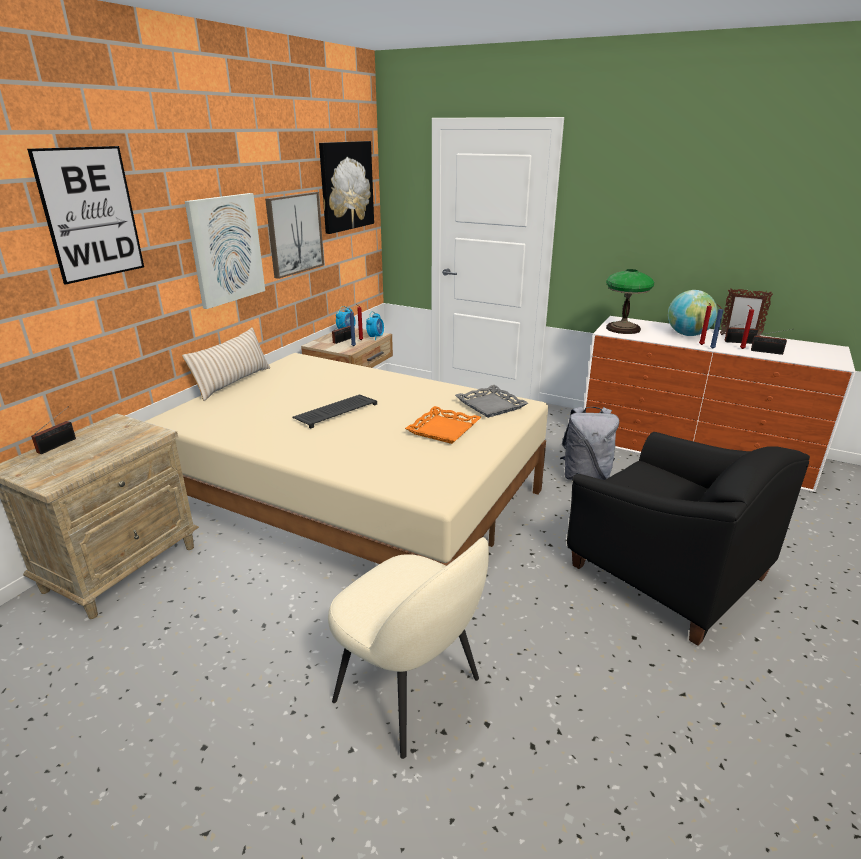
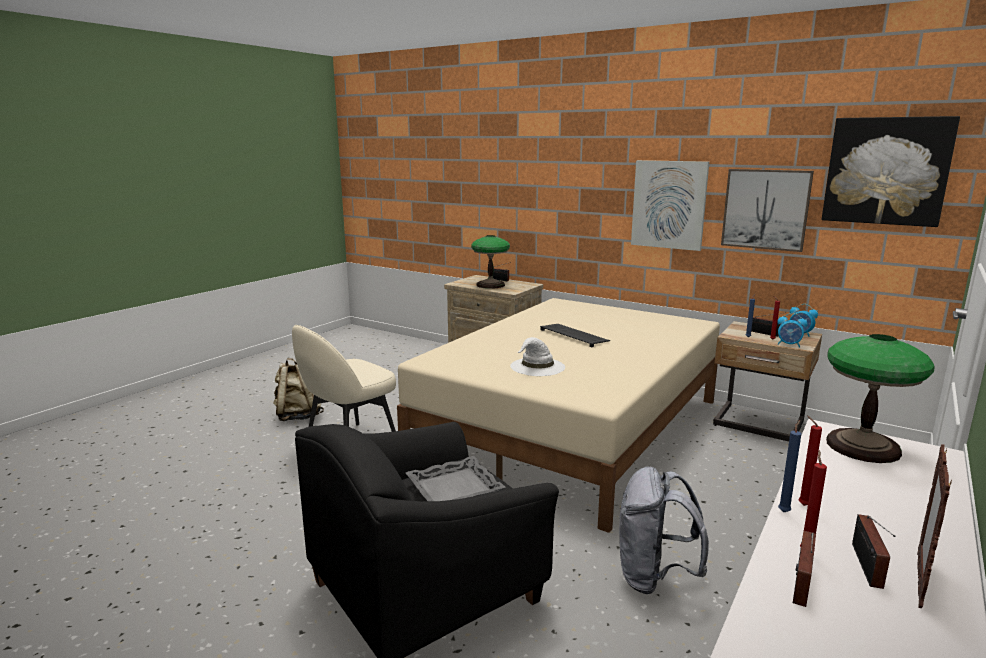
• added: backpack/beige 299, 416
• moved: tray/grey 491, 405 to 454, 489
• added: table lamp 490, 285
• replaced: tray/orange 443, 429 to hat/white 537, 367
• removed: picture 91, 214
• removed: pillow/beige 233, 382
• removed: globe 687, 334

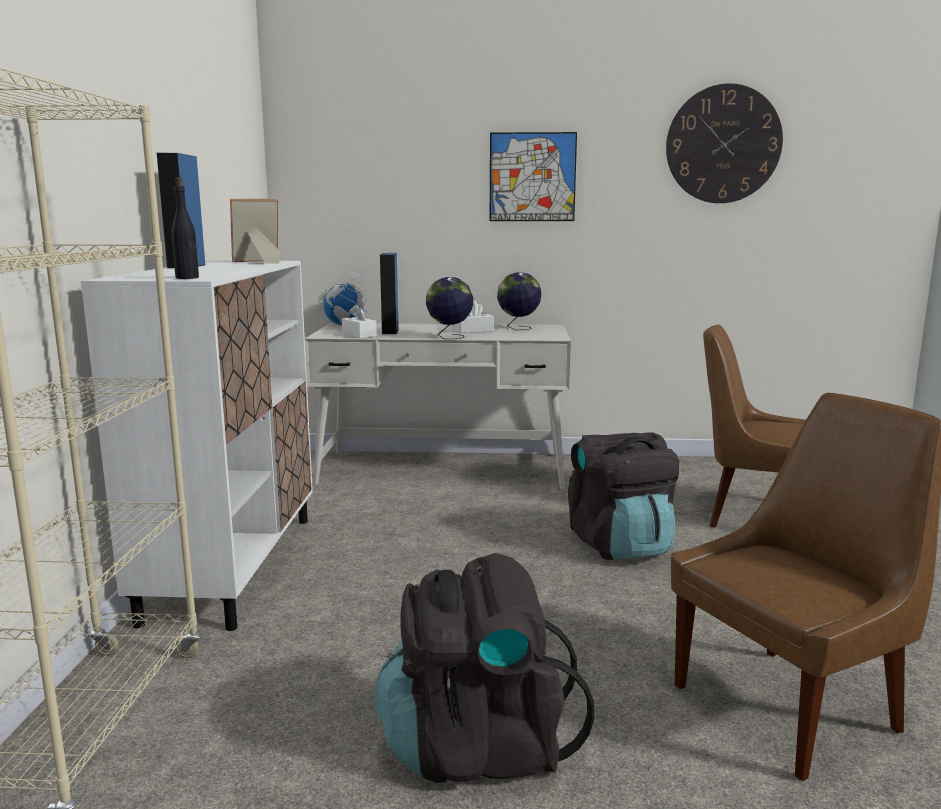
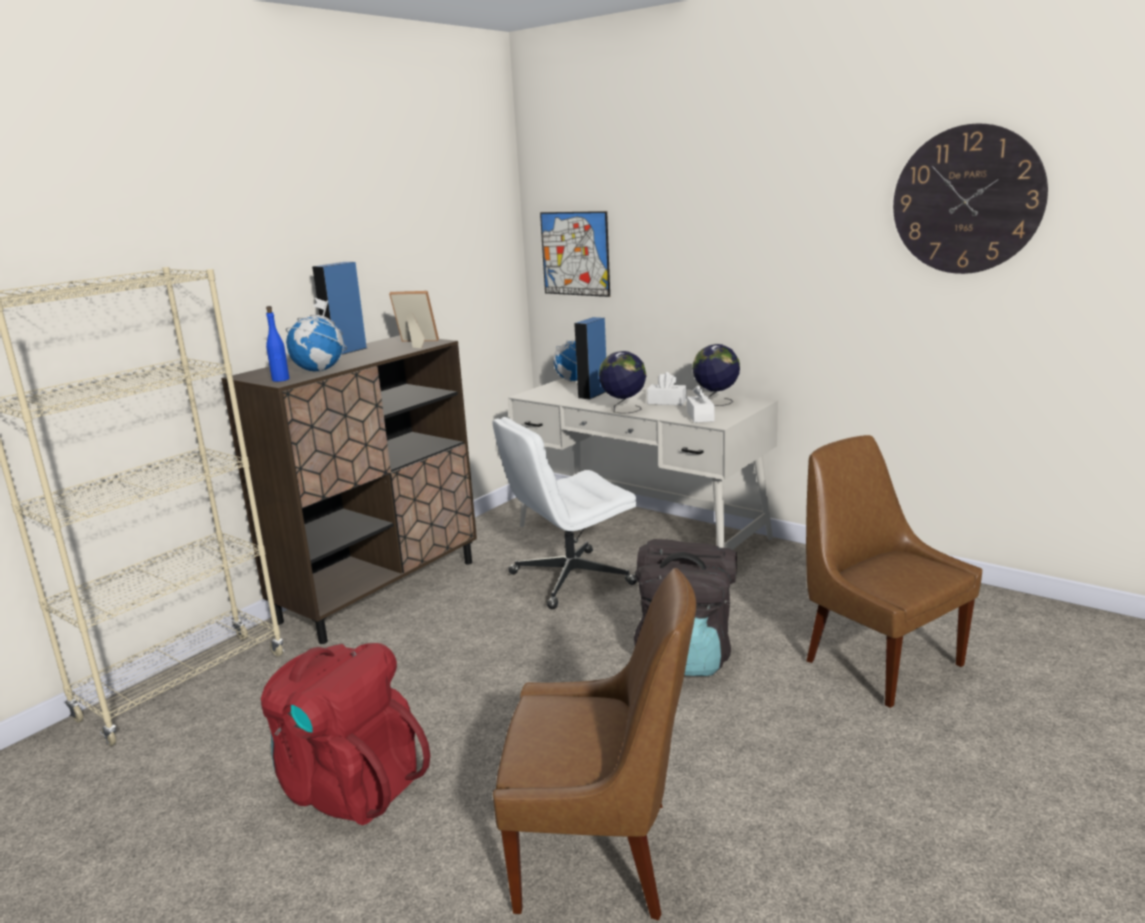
• recoloured: cabinet/white 233, 566 to cabinet/brown 380, 590
• recoloured: backpack/black 477, 746 to backpack/red 348, 786
• recoloured: bottle/black 187, 278 to bottle/blue 280, 379
• added: globe 320, 370
• added: office chair/white 570, 579
• moved: picture 532, 177 to 575, 253
• moved: tissue box/white 359, 335 to 700, 416

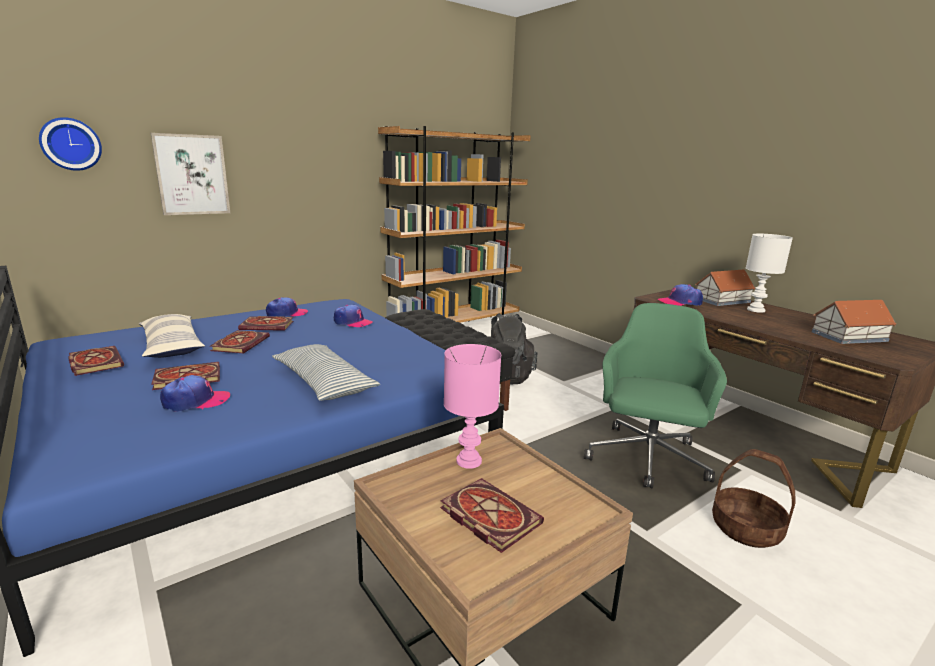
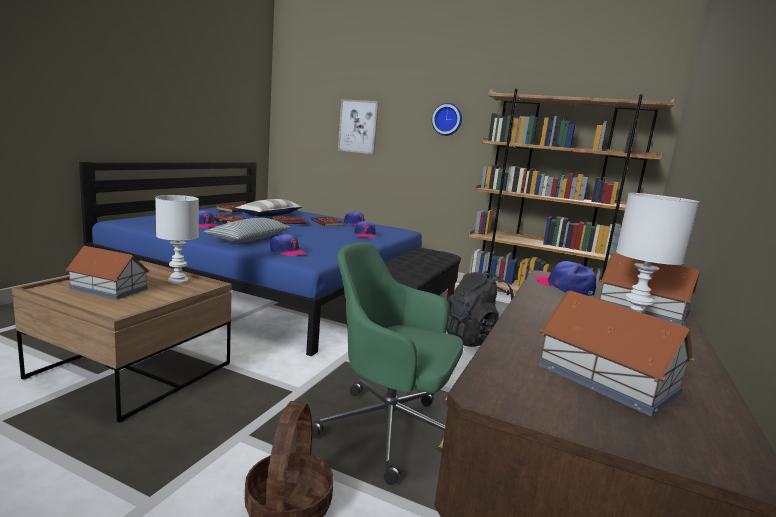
• replaced: book 487, 516 to toy house 109, 288
• recoloured: table lamp/pink 469, 462 to table lamp/white 177, 281
• added: cap 287, 251
• turned: office chair/green 646, 459 = 389, 430 150 degrees counterclockwise
• moved: wall clock 71, 144 to 447, 119

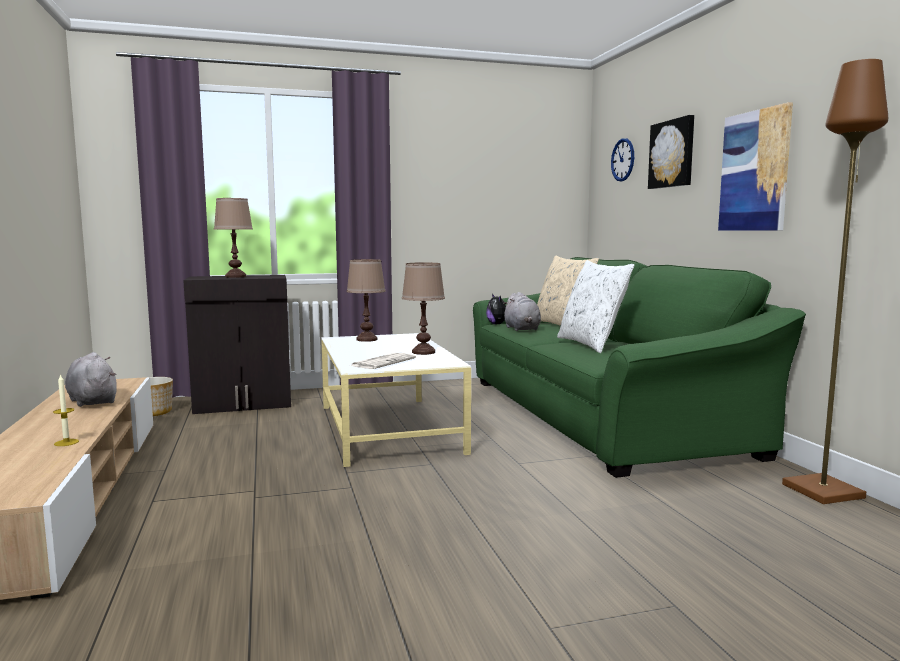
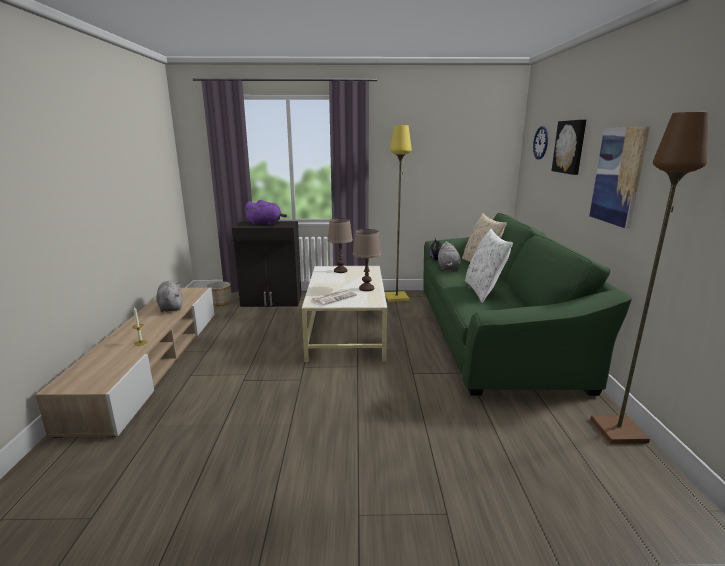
• replaced: table lamp/brown 236, 276 to plush toy/purple 265, 223
• added: floor lamp/yellow 396, 297

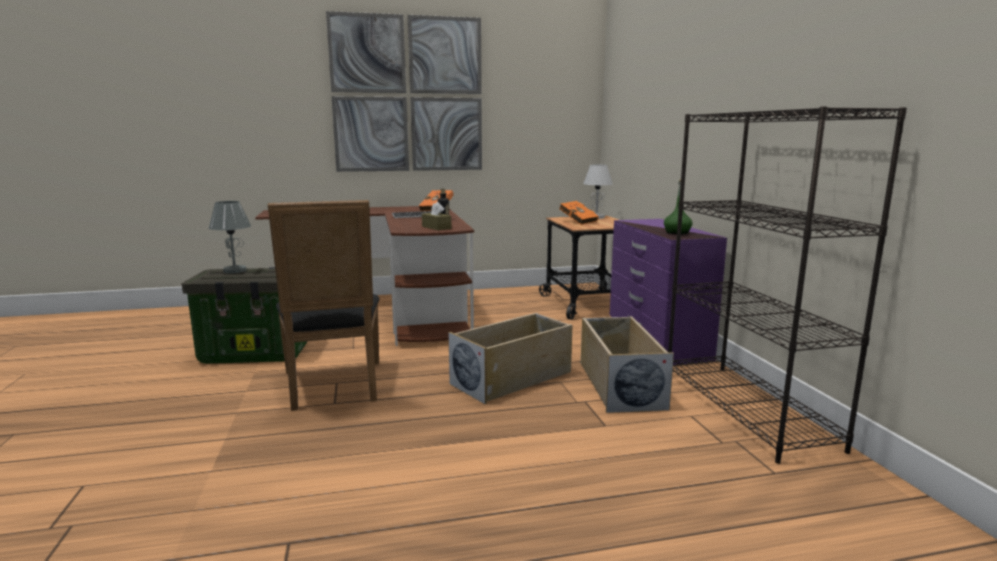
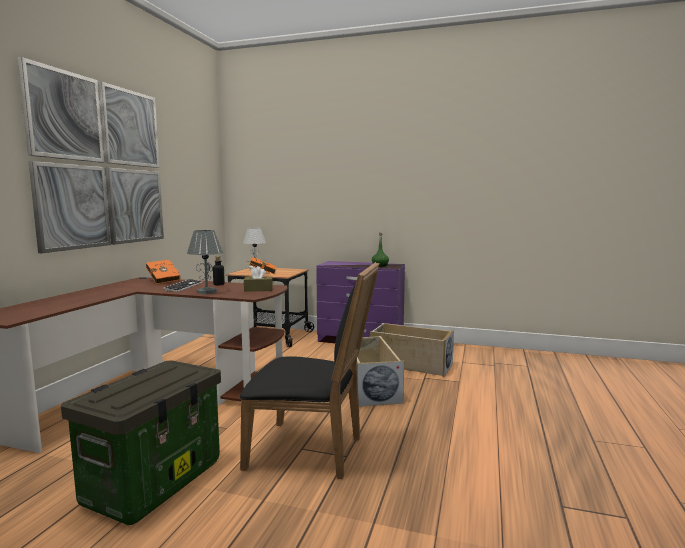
• moved: table lamp/grey 235, 271 to 207, 292
• removed: bookcase/black 747, 409

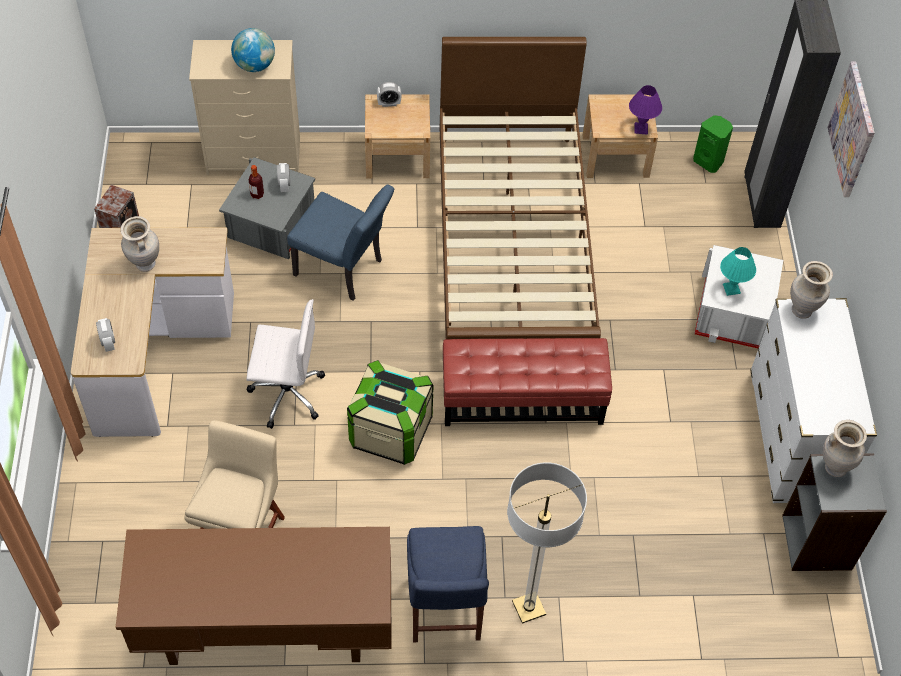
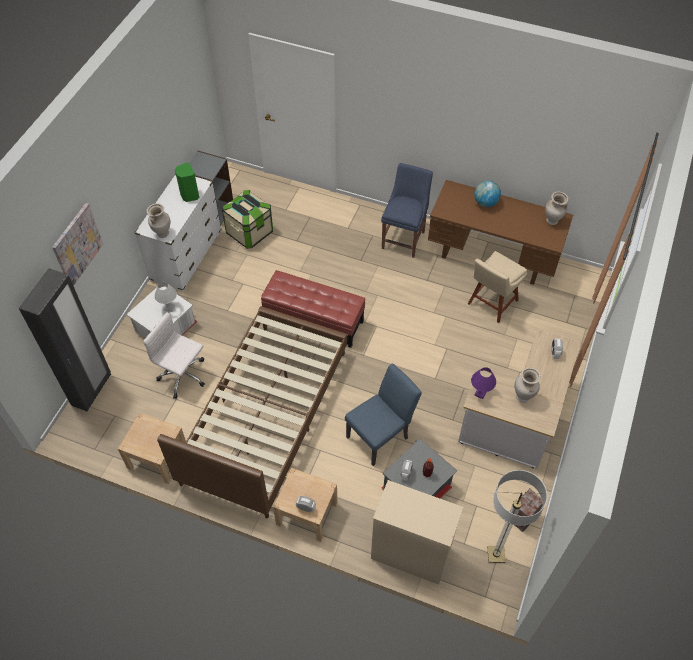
• moved: office chair/white 286, 393 to 183, 376
• recoloured: table lamp/turquoise 732, 289 to table lamp/white 169, 307
• moved: speaker/green 709, 161 to 189, 195
• moved: storage box 390, 431 to 250, 232
• turned: chair/blue 344, 270 = 381, 435 90 degrees clockwise
• moved: table lamp/purple 640, 129 to 480, 393
• moved: globe 255, 65 to 485, 202
• moved: floor lamp 528, 608 to 496, 554
• moved: vase/beige 835, 467 to 552, 221

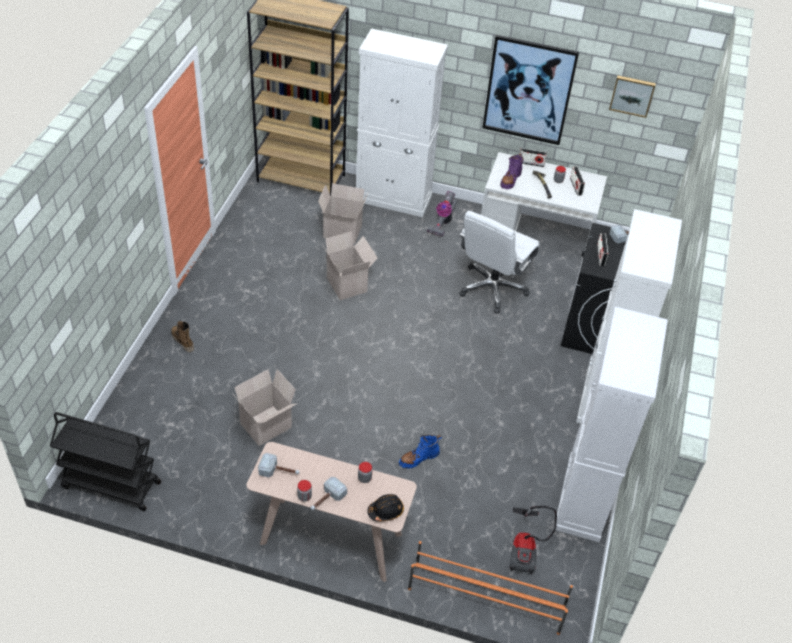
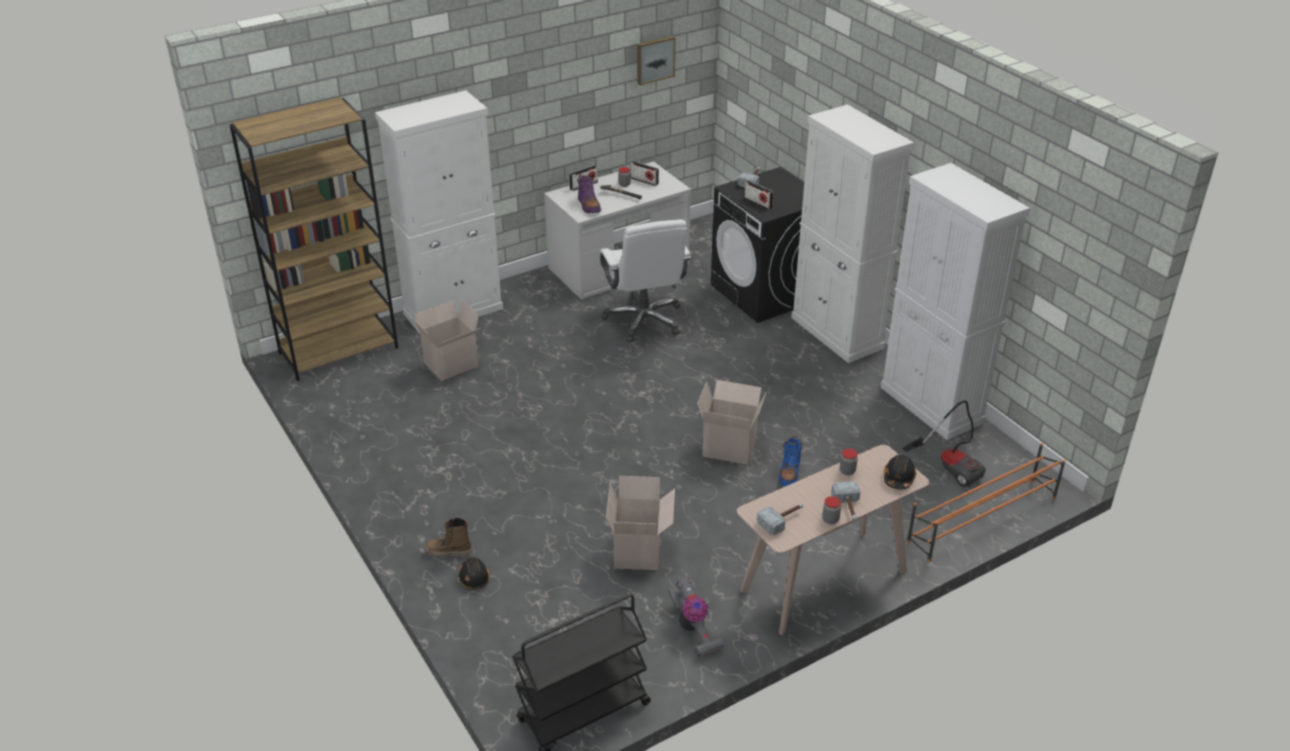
• added: hard hat/black 474, 578
• moved: vacuum cleaner 442, 222 to 693, 629
• moved: cardboard box 348, 285 to 730, 447
• removed: picture 528, 90

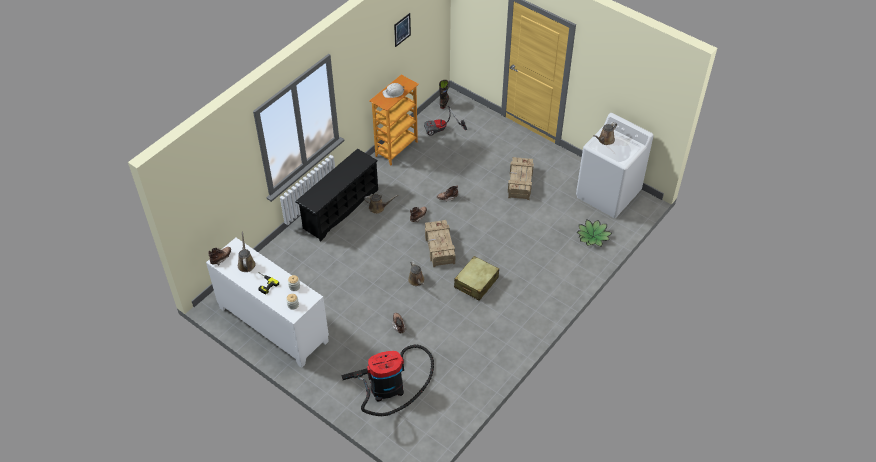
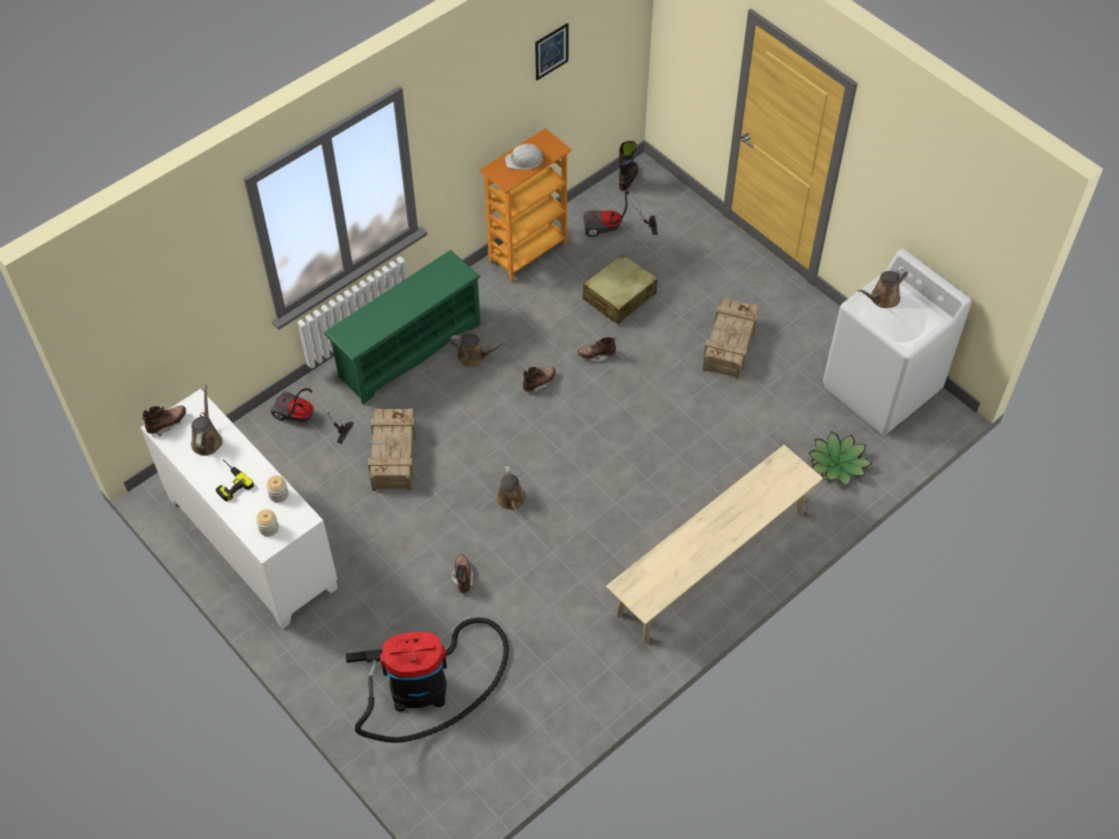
• added: vacuum cleaner 304, 420
• recoloured: shoe rack/black 340, 208 to shoe rack/green 409, 349
• moved: crate 439, 247 to 393, 456
• moved: suitcase/beige 476, 283 to 619, 297
• added: bench/beige 712, 562

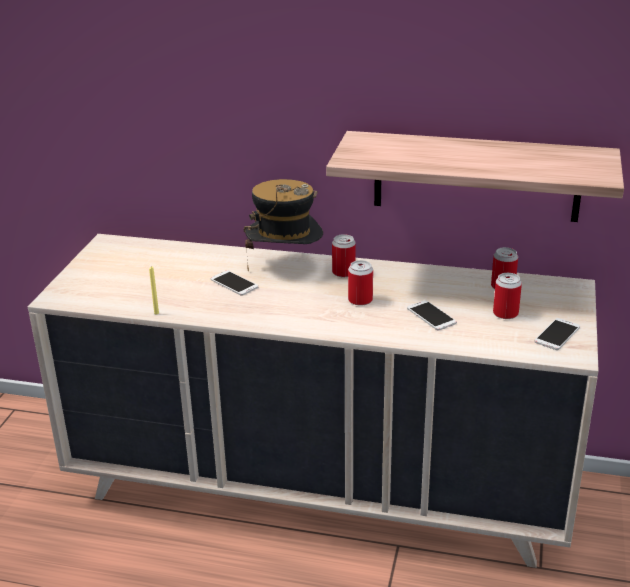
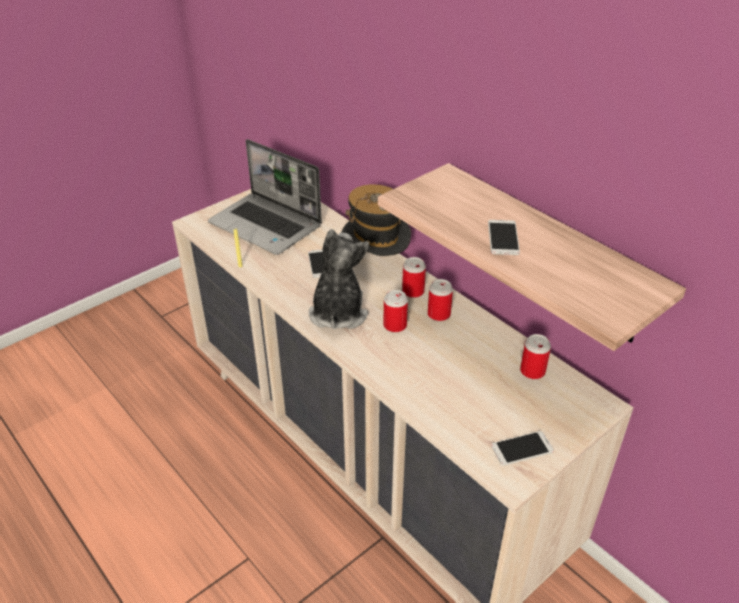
• added: laptop 267, 225
• added: plush toy 338, 313
• moved: can 505, 313 to 439, 314
• moved: phone 431, 316 to 503, 238

